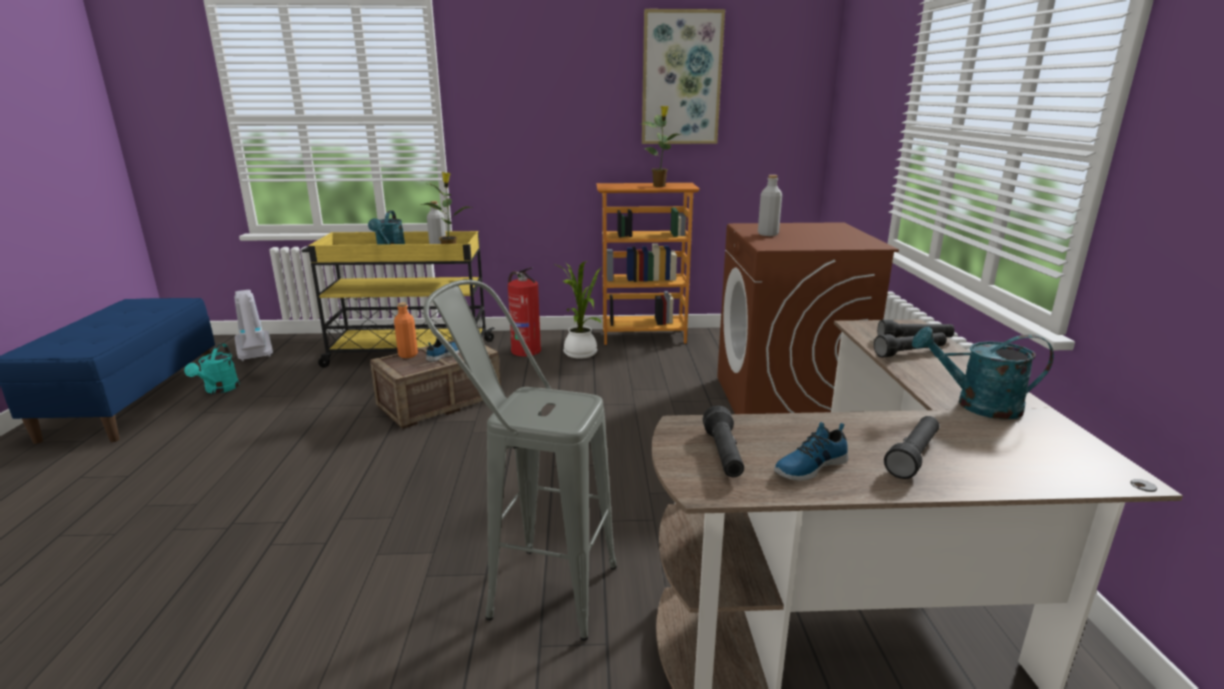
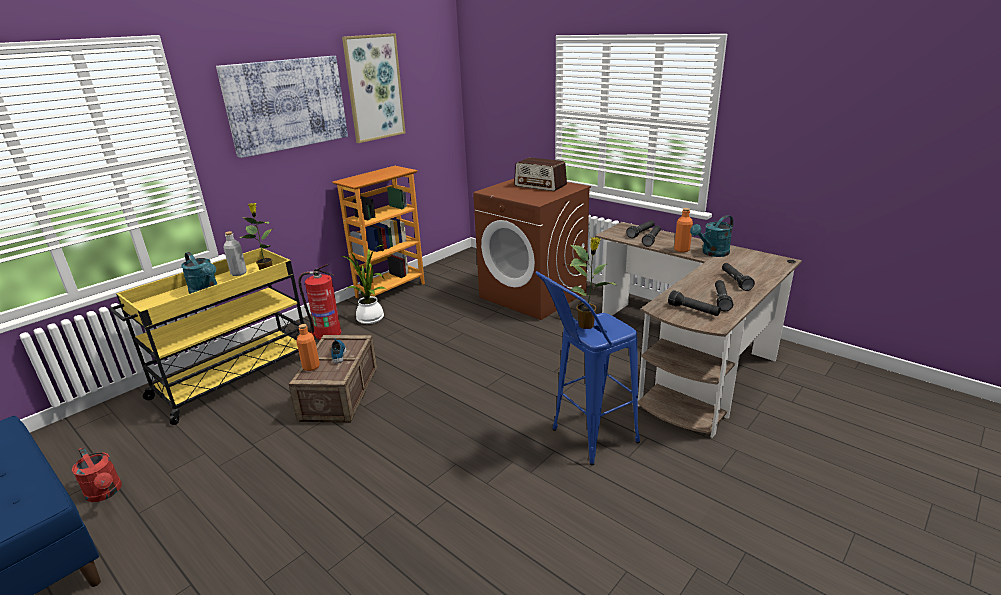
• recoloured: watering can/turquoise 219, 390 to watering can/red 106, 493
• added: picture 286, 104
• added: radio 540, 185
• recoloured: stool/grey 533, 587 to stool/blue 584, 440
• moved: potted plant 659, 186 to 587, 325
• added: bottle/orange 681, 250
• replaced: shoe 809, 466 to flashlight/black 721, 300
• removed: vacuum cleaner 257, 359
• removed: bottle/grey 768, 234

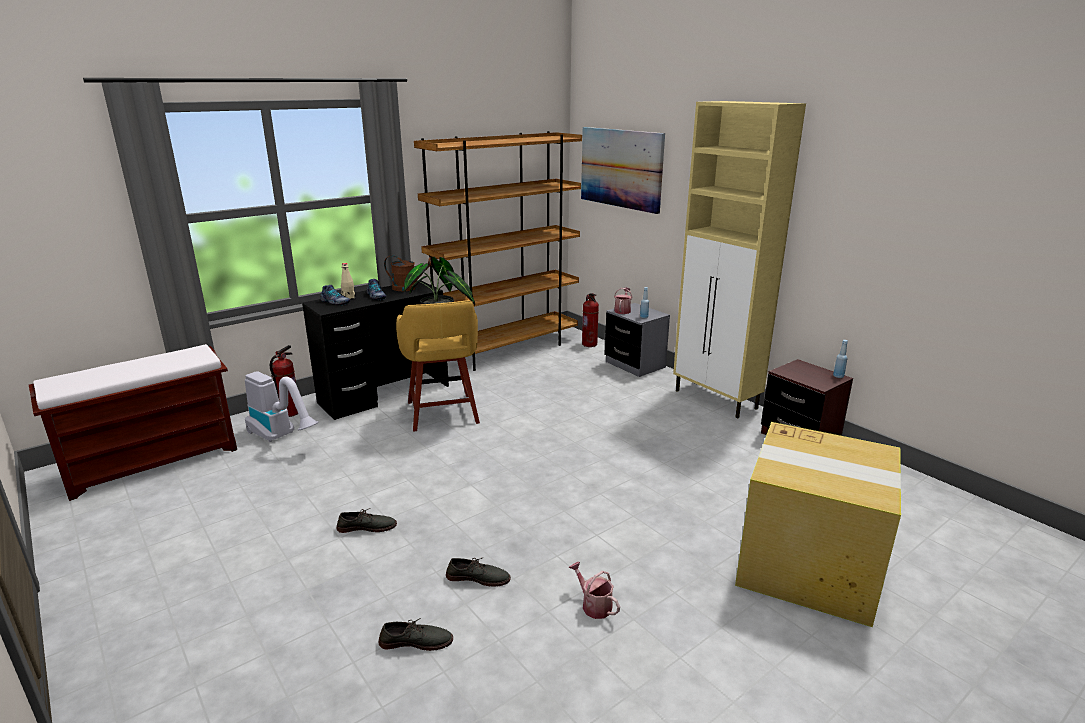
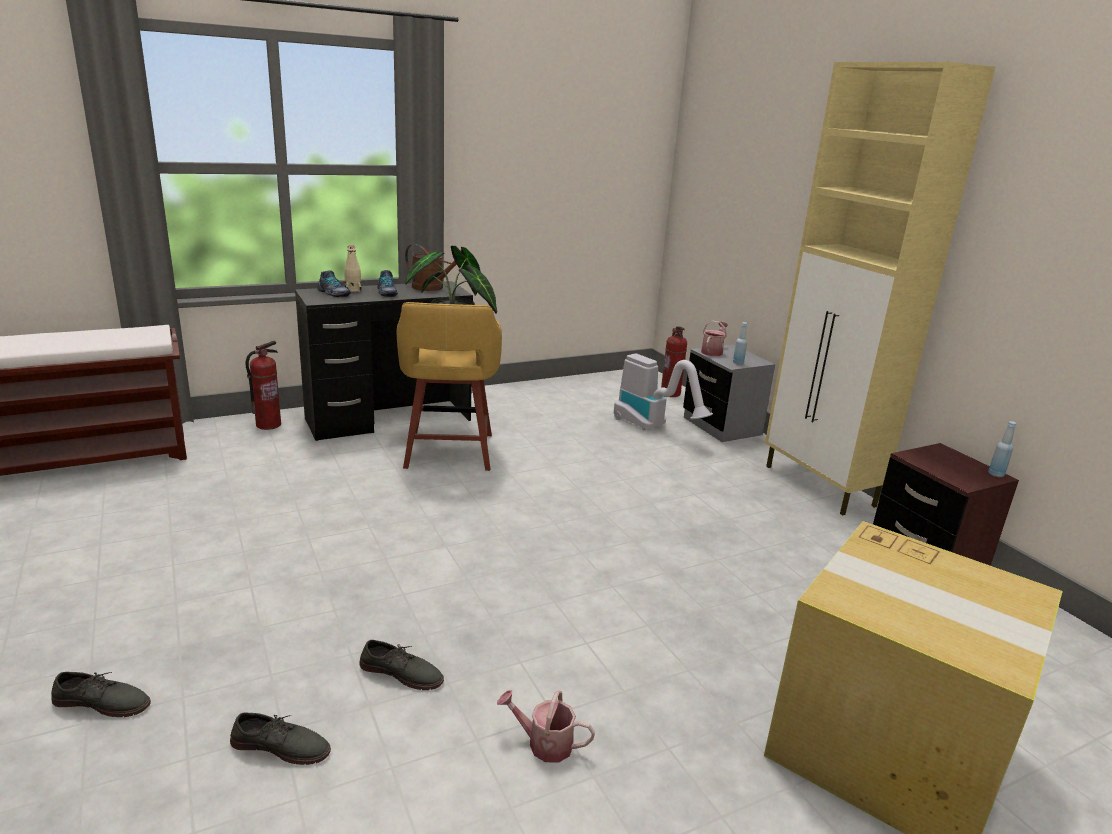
• moved: shoe/grey 367, 527 to 103, 702
• turned: watering can 593, 605 = 544, 743 45 degrees counterclockwise
• moved: vacuum cleaner 282, 437 to 654, 427
• removed: bookcase/brown 507, 351
• removed: picture 621, 168

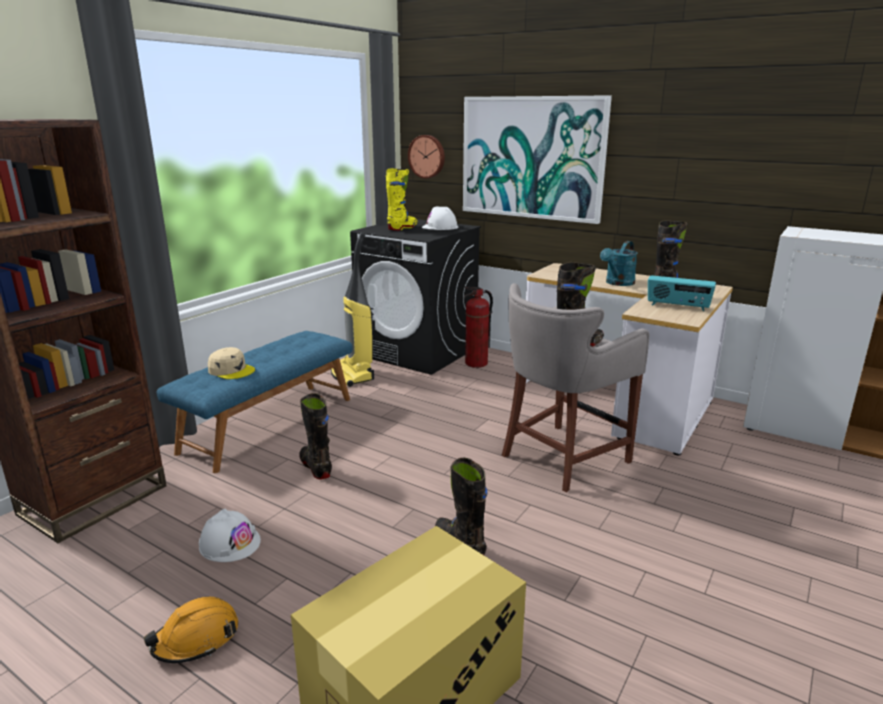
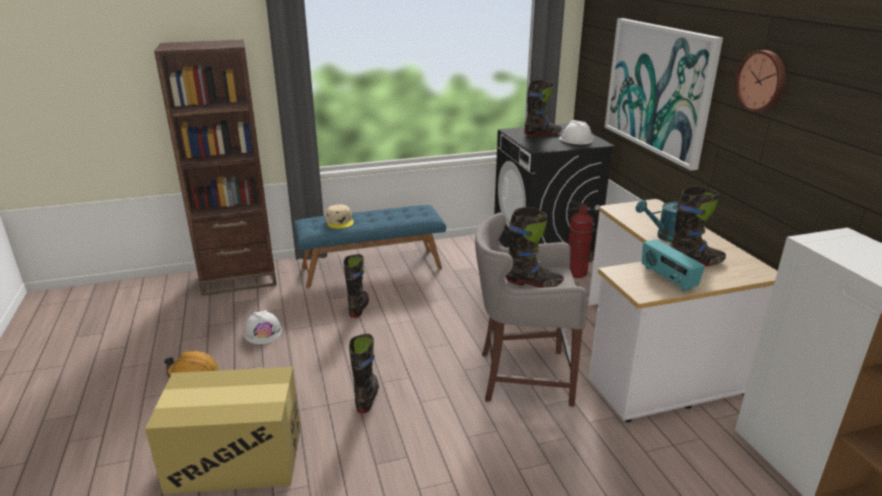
• recoloured: boot/yellow 402, 228 to boot/black 542, 134
• moved: wall clock 427, 156 to 762, 81
• removed: vacuum cleaner 353, 375

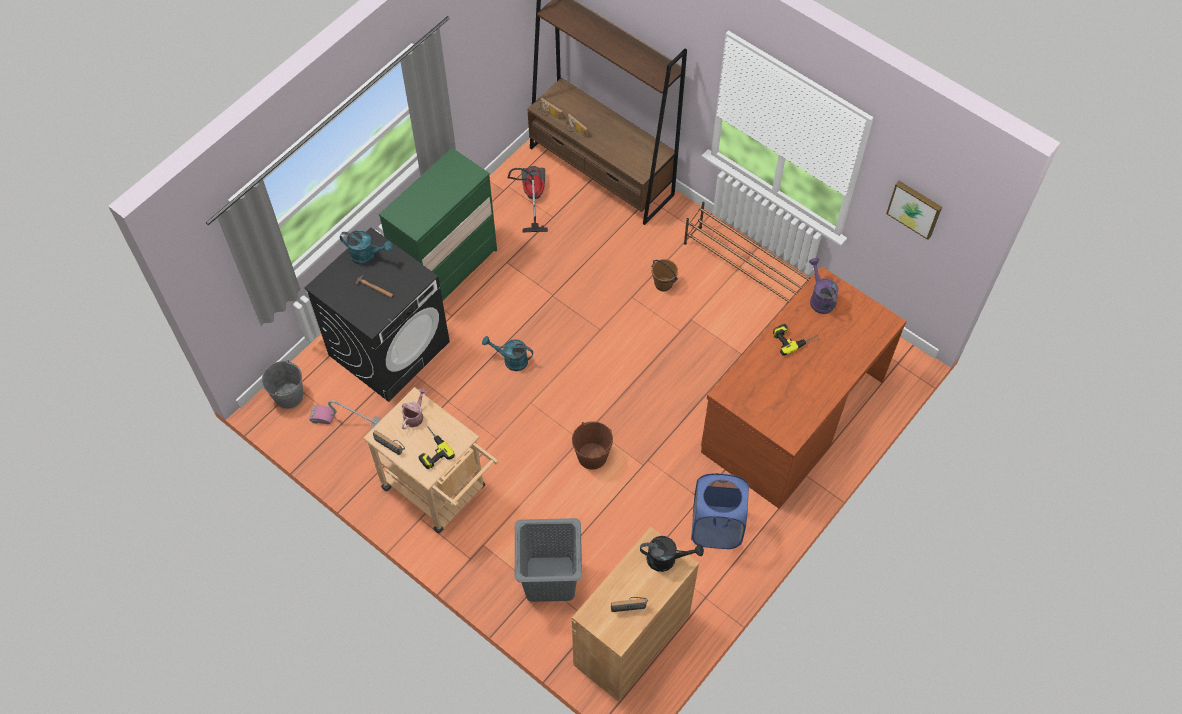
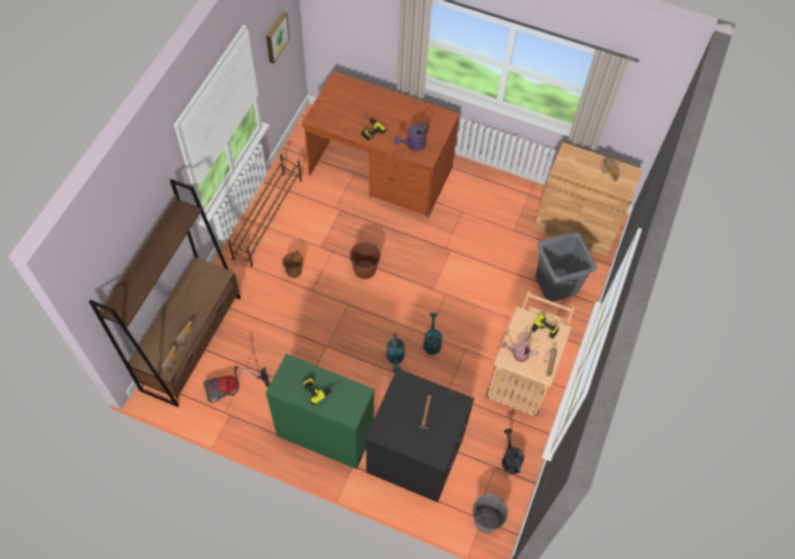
• added: power drill 320, 386
• moved: bucket/brown 592, 456 to 365, 269
• moved: watering can/purple 819, 298 to 413, 145
• moved: watering can/turquoise 367, 255 to 431, 342
• moved: watering can/black 667, 559 to 510, 459
• removed: vacuum cleaner 345, 420
• removed: laundry basket/blue 716, 527

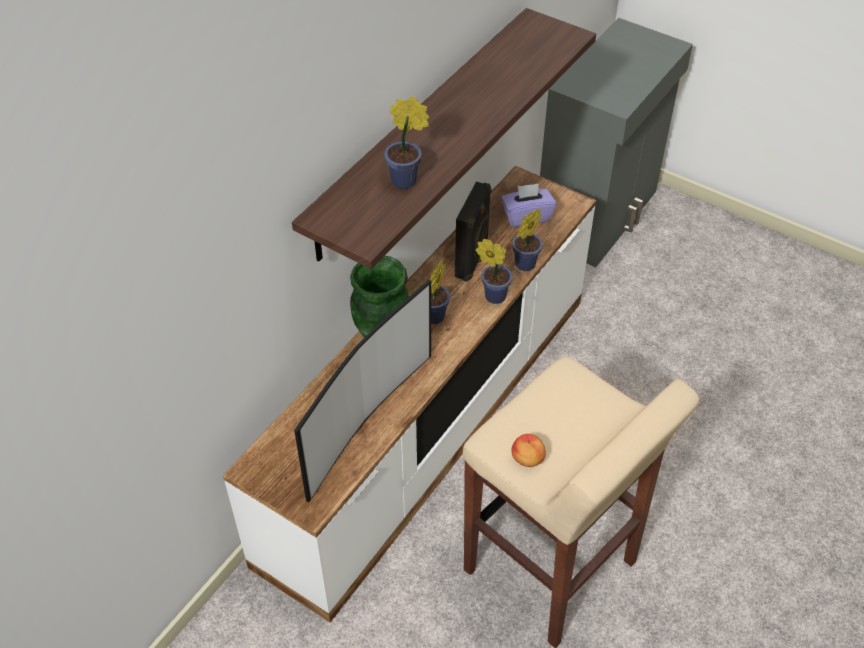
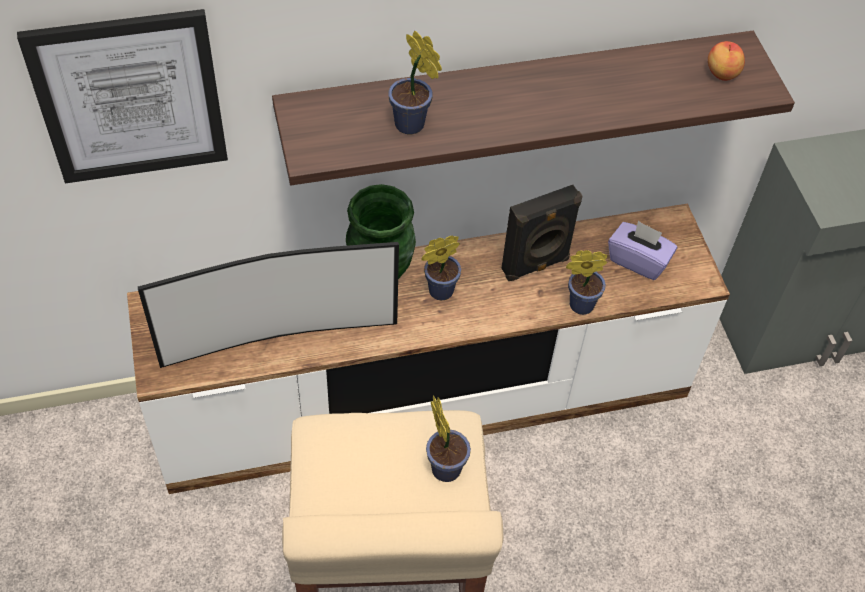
• added: picture 130, 98
• moved: potted plant 492, 295 to 444, 465
• moved: apple 527, 459 to 721, 73

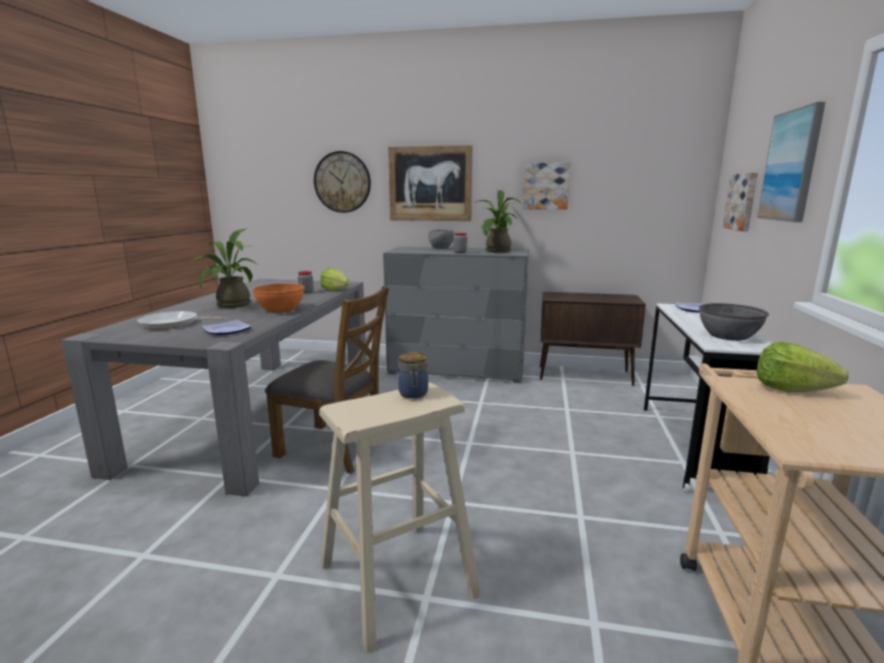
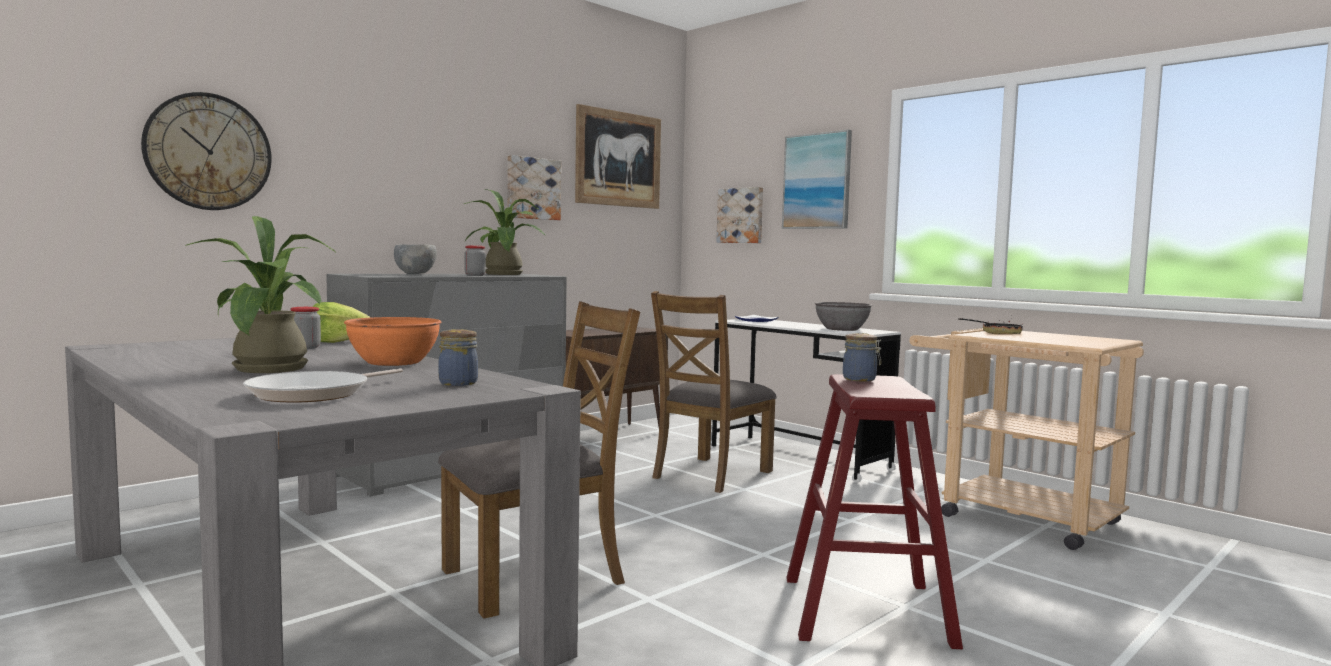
• replaced: plate 227, 330 to jar 458, 383
• moved: picture 430, 184 to 618, 159
• added: chair/brown 711, 474
• recoloured: stool/beige 397, 579 to stool/red 866, 611
• replaced: lettuce 791, 389 to frying pan 996, 333

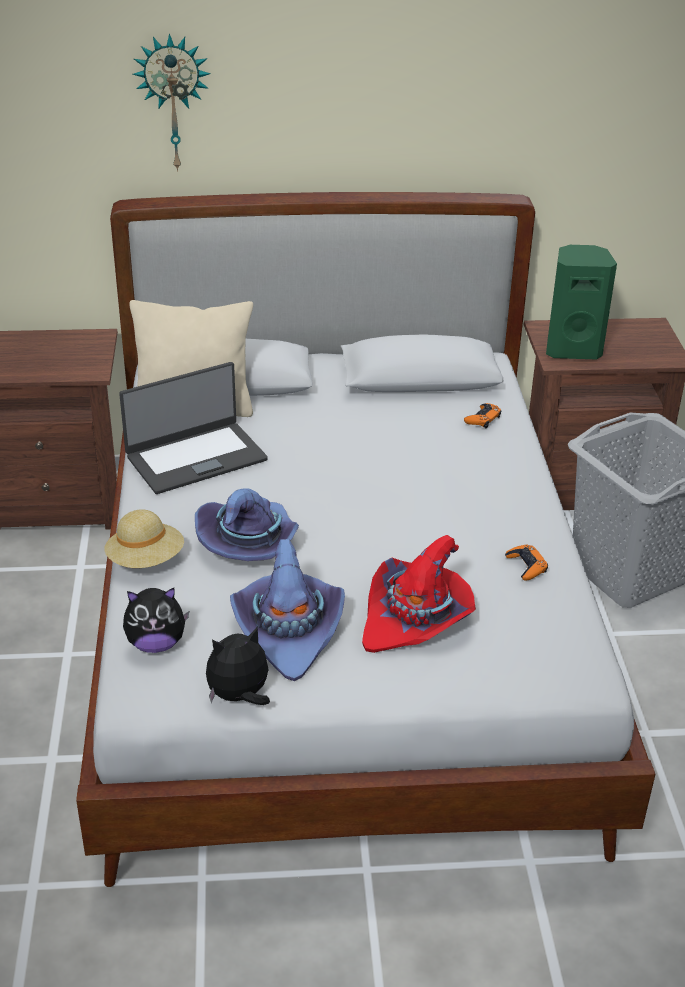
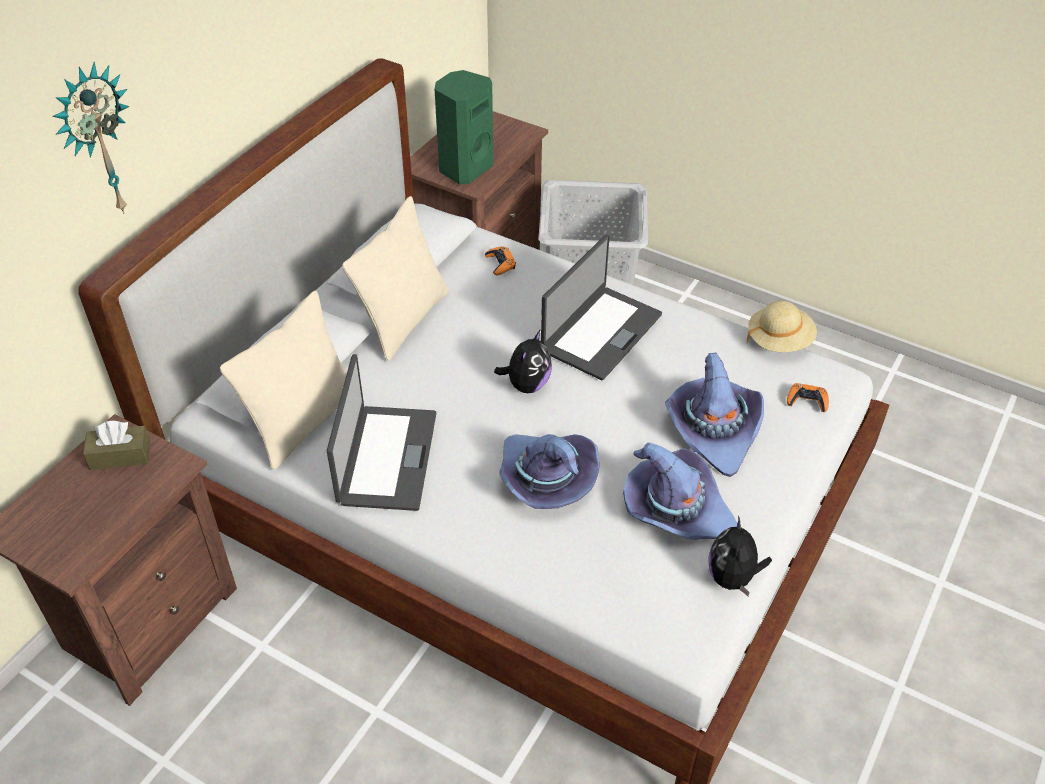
• added: tissue box/brown 120, 456
• added: pillow/beige 404, 320
• moved: plush toy 156, 644 to 526, 384
• added: laptop 600, 332
• recoloured: hat/red 416, 618 to hat/purple 713, 429
• moved: hat/beige 146, 560 to 779, 341
• moved: game controller/orange 526, 566 to 807, 401

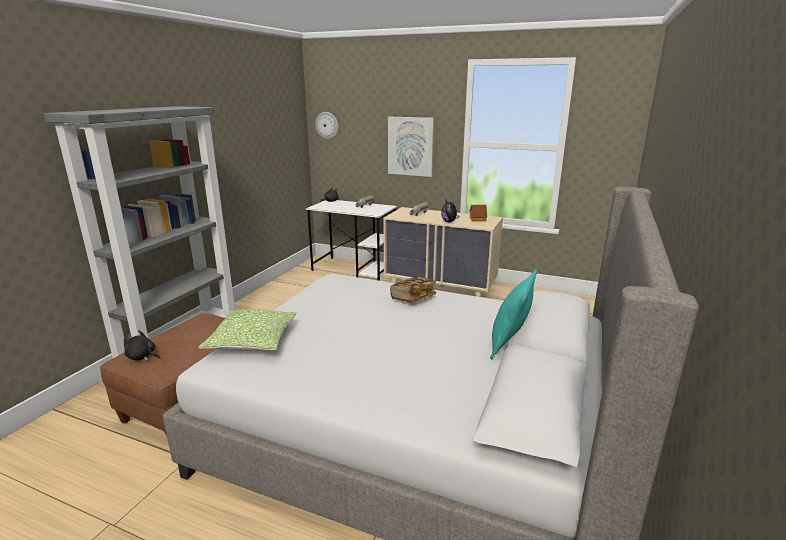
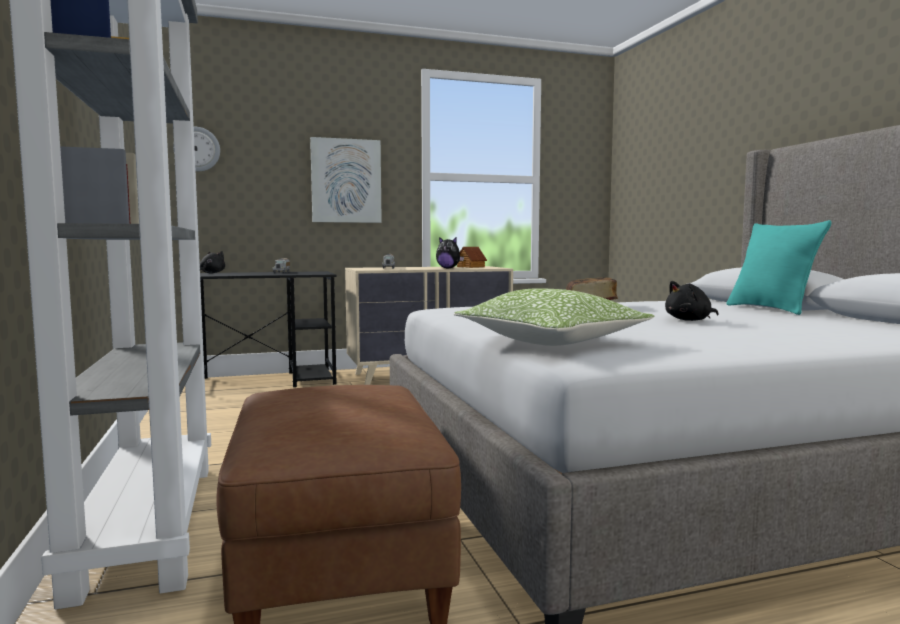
• recoloured: desk/white 354, 269 to desk/black 270, 381
• moved: plush toy/black 142, 357 to 690, 320

